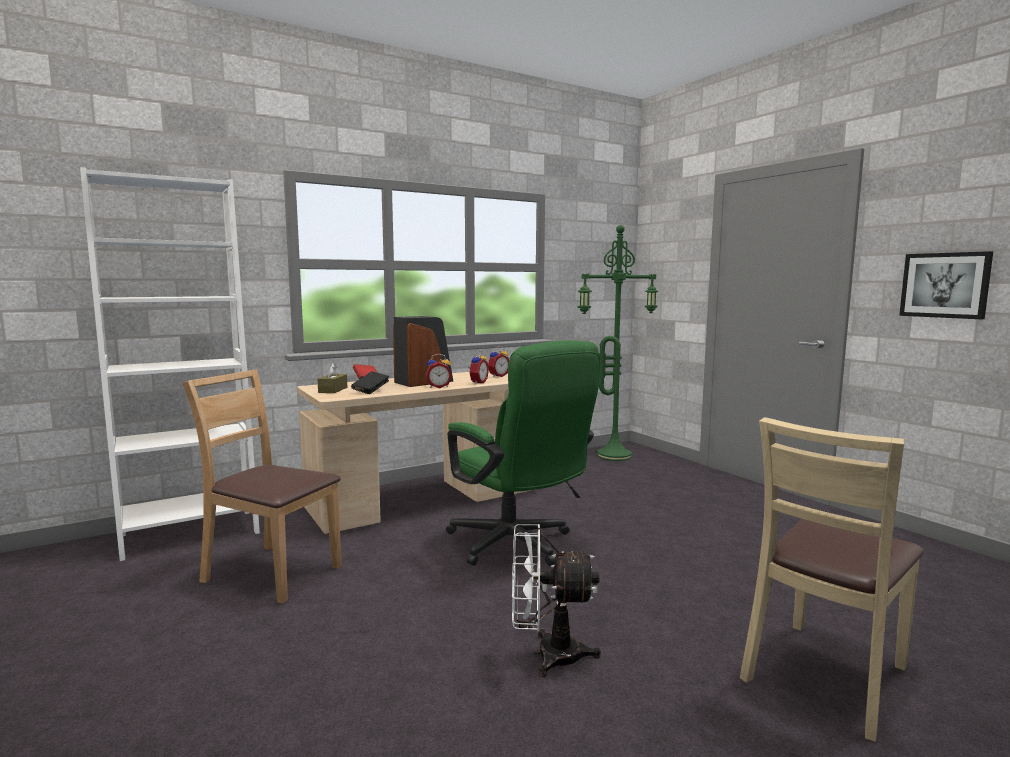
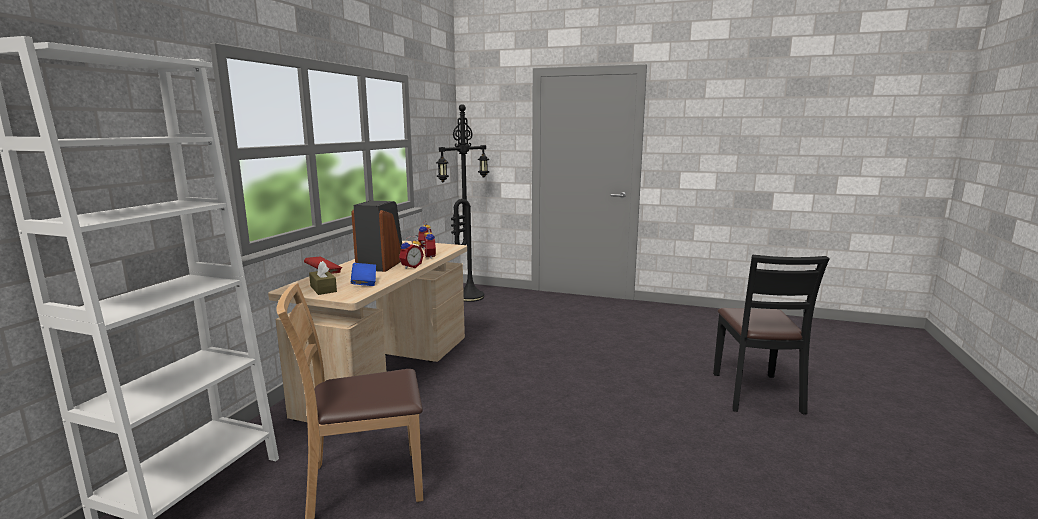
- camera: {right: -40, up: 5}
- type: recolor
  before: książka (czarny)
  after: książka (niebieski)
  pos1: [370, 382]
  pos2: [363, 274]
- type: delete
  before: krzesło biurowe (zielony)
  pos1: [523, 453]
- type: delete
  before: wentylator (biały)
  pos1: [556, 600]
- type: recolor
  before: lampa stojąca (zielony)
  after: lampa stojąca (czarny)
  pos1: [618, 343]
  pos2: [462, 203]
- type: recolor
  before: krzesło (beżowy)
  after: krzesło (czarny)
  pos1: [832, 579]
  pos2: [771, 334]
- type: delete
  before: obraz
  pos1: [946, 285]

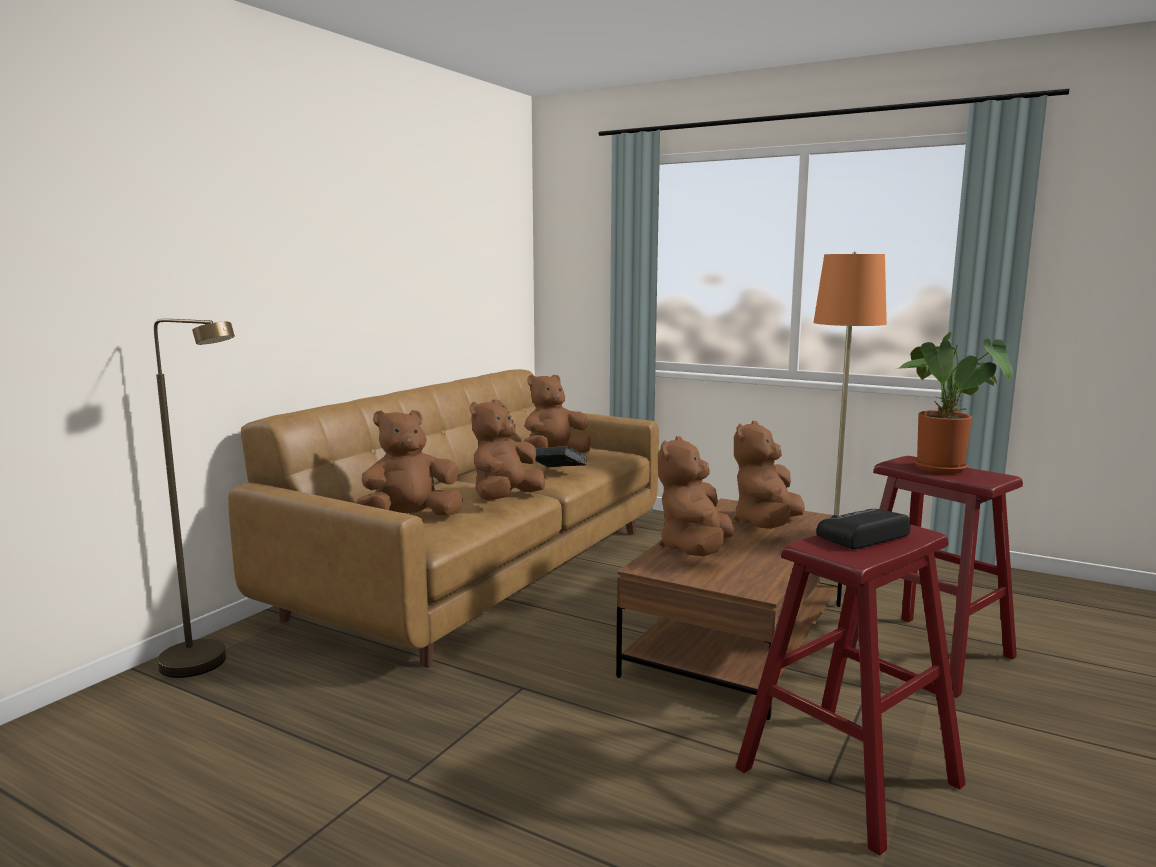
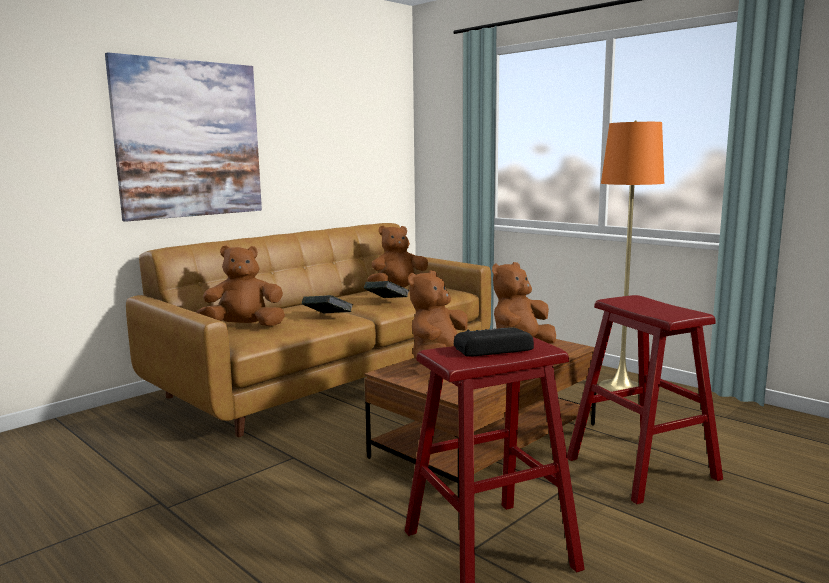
- camera: {right: 15, up: 0}
- type: delete
  before: lampa stojąca (brązowy)
  pos1: [194, 498]
- type: replace
  before: pluszak (brązowy)
  after: książka
  pos1: [507, 450]
  pos2: [327, 304]
- type: delete
  before: roślina doniczkowa
  pos1: [954, 403]
- type: insert
  after: obraz
  pos2: [183, 137]

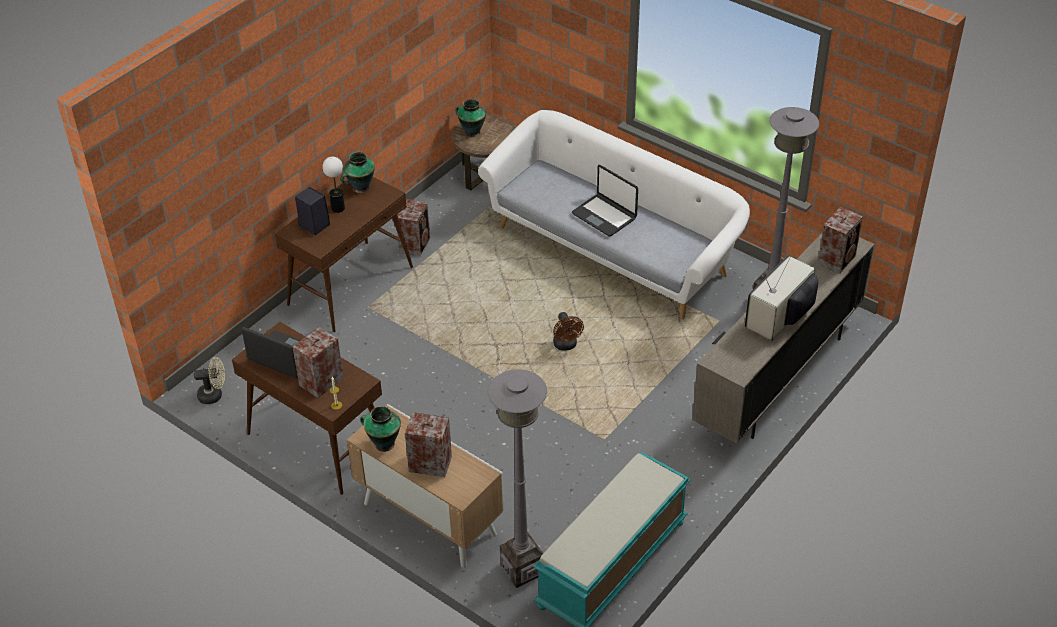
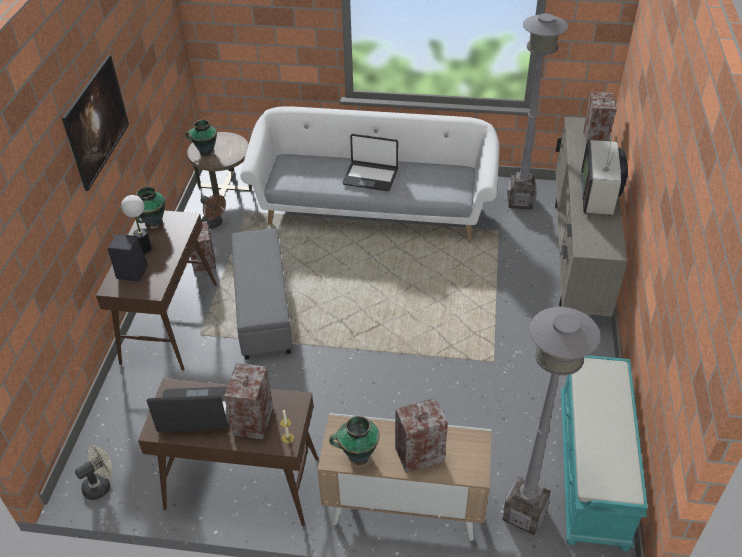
- camera: {right: -30, up: 0}
- type: move
  before: wentylator (brązowy)
  pos1: [568, 331]
  pos2: [213, 211]
- type: insert
  after: obraz
  pos2: [95, 122]
- type: insert
  after: pufa (szary)
  pos2: [261, 294]

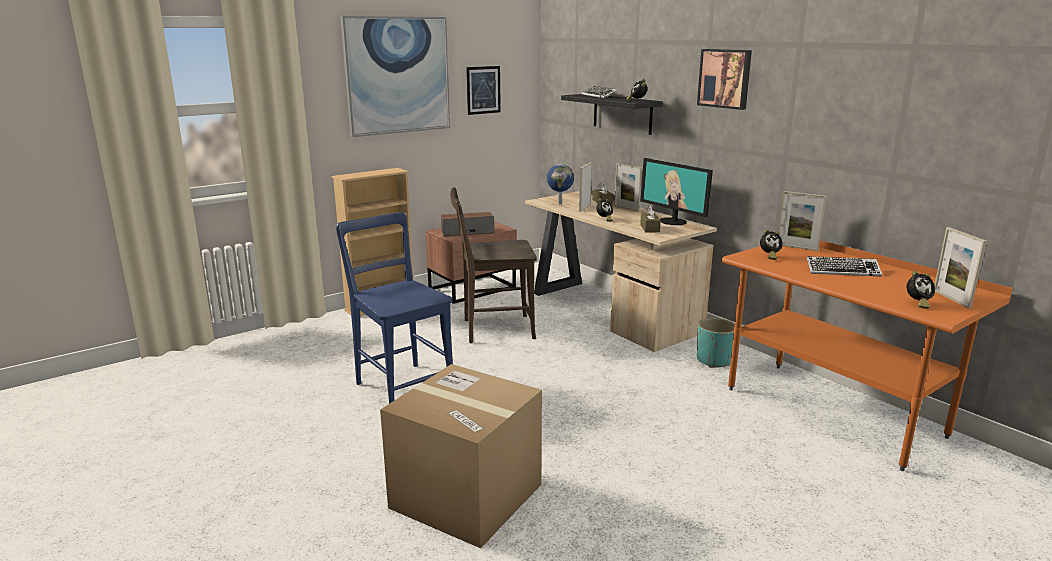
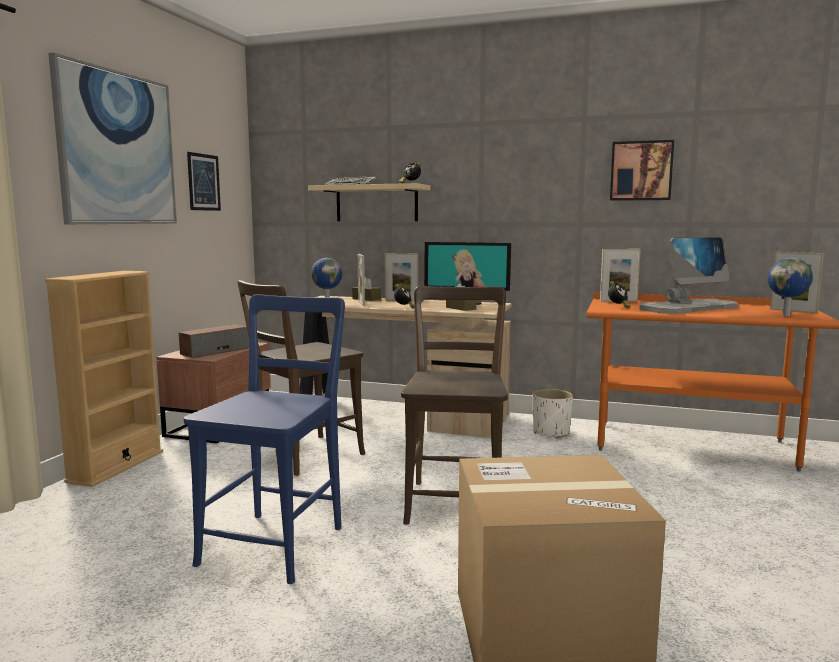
- camera: {right: -35, up: -10}
- type: rotate
  before: krzesło (niebieski)
  pos1: [394, 308]
  pos2: [264, 439]
  turn: 90
- type: recolor
  before: półka (czarny)
  after: półka (beżowy)
  pos1: [612, 114]
  pos2: [369, 202]
- type: move
  before: obraz
  pos1: [724, 79]
  pos2: [642, 170]
- type: recolor
  before: donica (turkusowy)
  after: donica (biały)
  pos1: [716, 343]
  pos2: [553, 413]
- type: replace
  before: klawiatura
  after: monitor
  pos1: [844, 266]
  pos2: [688, 275]
- type: replace
  before: budzik
  after: globus
  pos1: [921, 290]
  pos2: [790, 287]
- type: insert
  after: krzesło (brązowy)
  pos2: [454, 405]

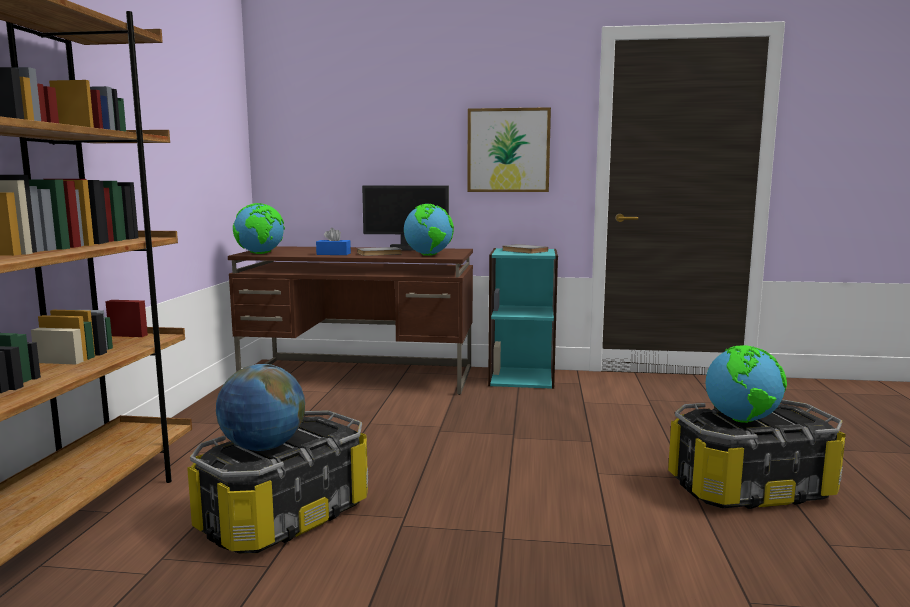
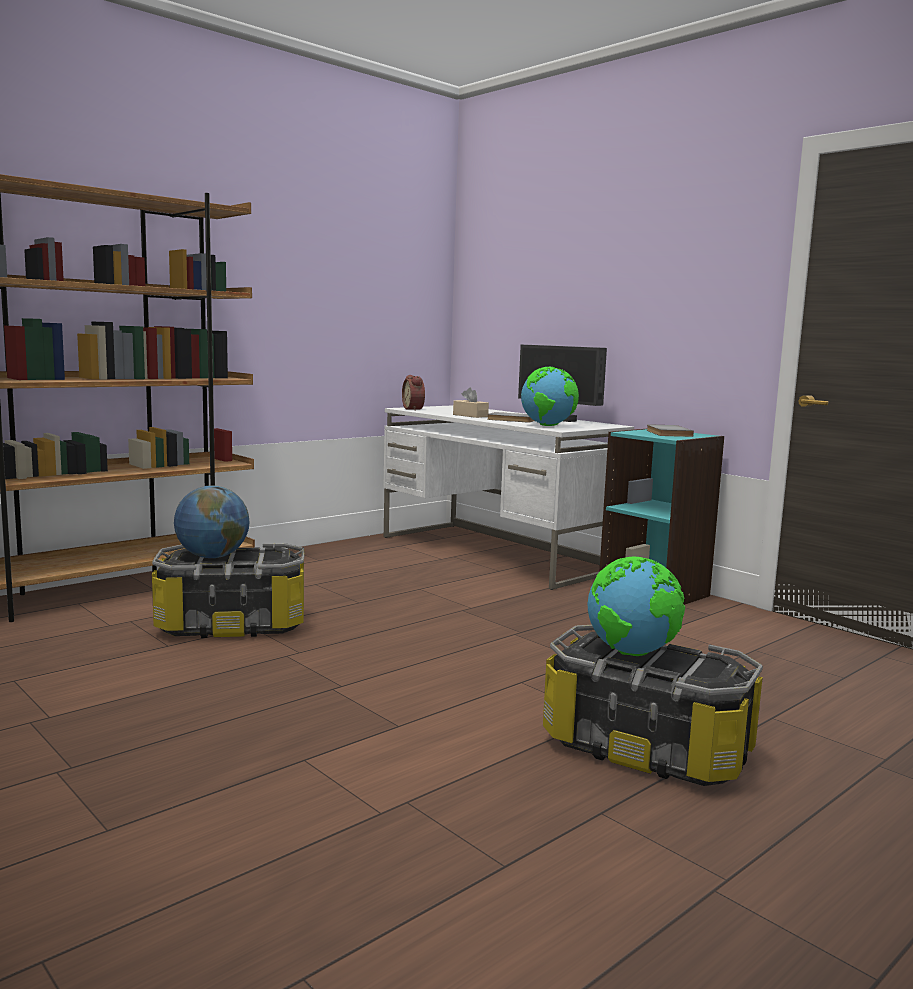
- camera: {right: 40, up: 0}
- type: recolor
  before: biurko (brązowy)
  after: biurko (biały)
  pos1: [350, 320]
  pos2: [508, 497]
- type: replace
  before: globus
  after: budzik
  pos1: [259, 228]
  pos2: [413, 393]
- type: recolor
  before: pudełko chusteczek (niebieski)
  after: pudełko chusteczek (beżowy)
  pos1: [333, 241]
  pos2: [471, 402]
- type: delete
  before: obraz
  pos1: [509, 149]

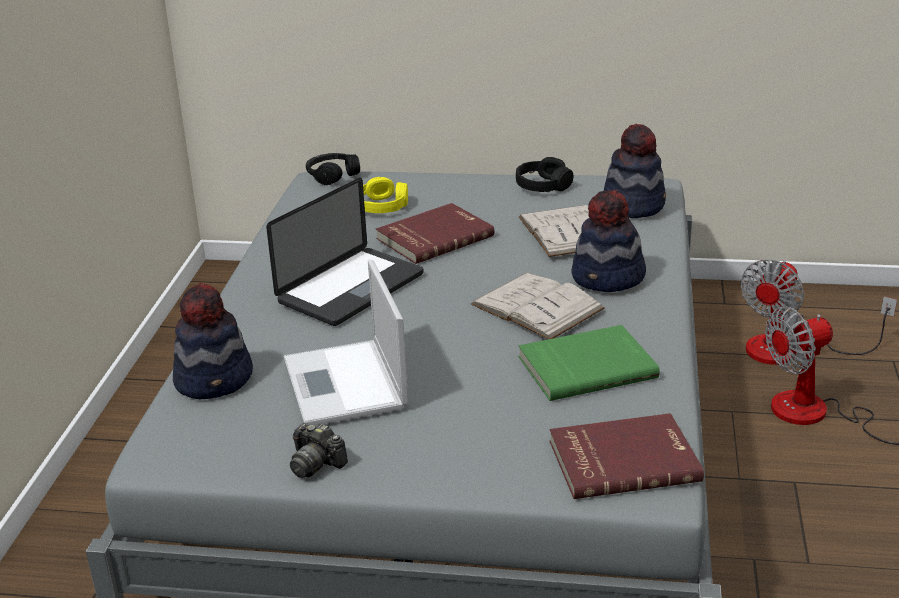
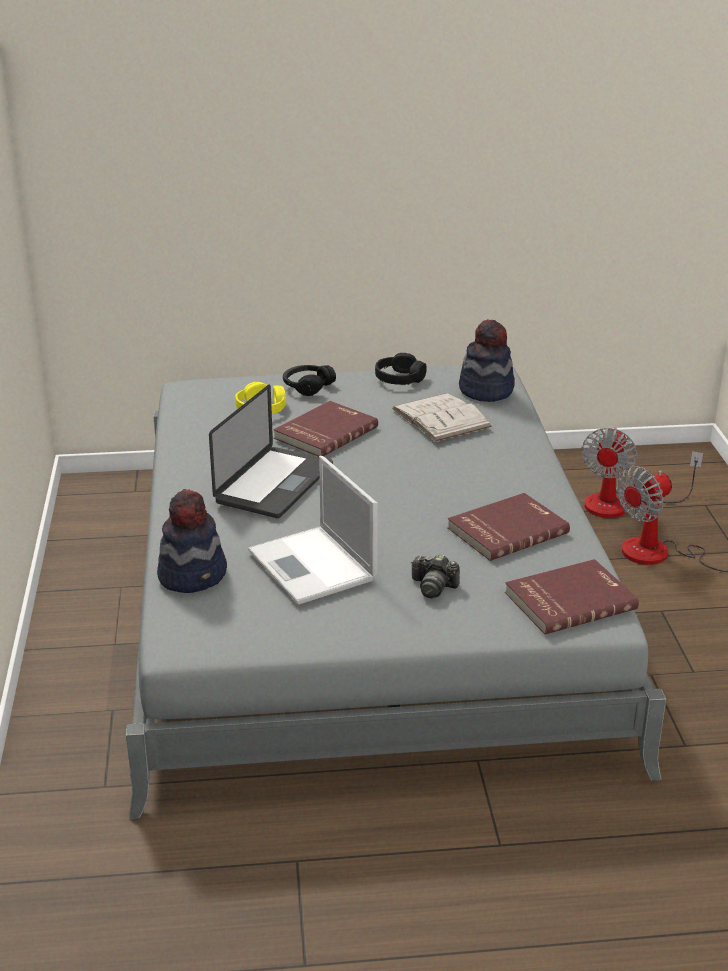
- camera: {right: -15, up: 0}
- type: move
  before: aparat fotograficzny
  pos1: [319, 450]
  pos2: [435, 576]
- type: move
  before: słuchawki (czarny)
  pos1: [333, 169]
  pos2: [309, 380]
- type: delete
  before: książka (biały)
  pos1: [538, 306]
- type: recolor
  before: książka (zielony)
  after: książka (czerwony)
  pos1: [589, 363]
  pos2: [508, 527]
- type: delete
  before: kapelusz
  pos1: [609, 241]

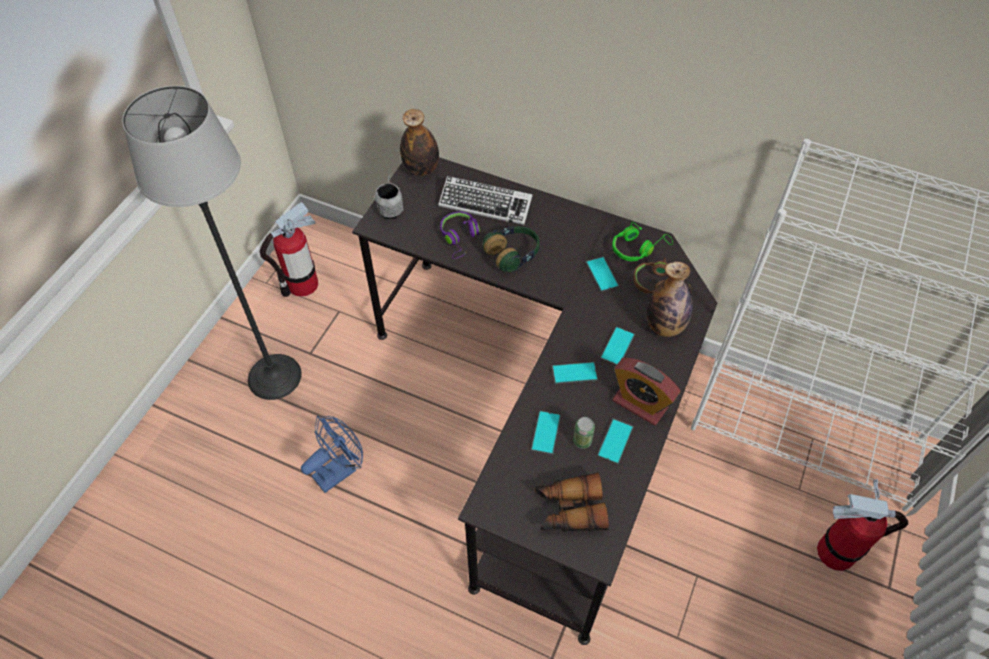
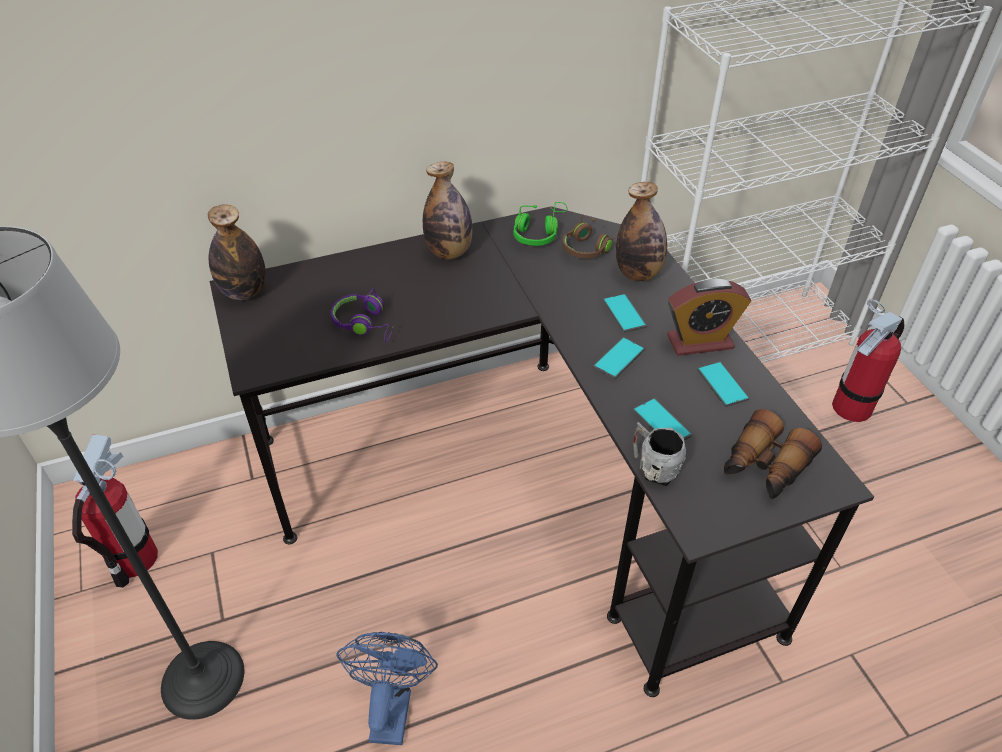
- camera: {right: -45, up: -10}
- type: move
  before: kubek (szary)
  pos1: [389, 197]
  pos2: [659, 454]
- type: delete
  before: klawiatura
  pos1: [485, 200]
- type: delete
  before: słuchawki
  pos1: [511, 249]
- type: delete
  before: puszka
  pos1: [584, 433]
- type: delete
  before: telefon
  pos1: [602, 274]
- type: insert
  after: butelka
  pos2: [447, 210]

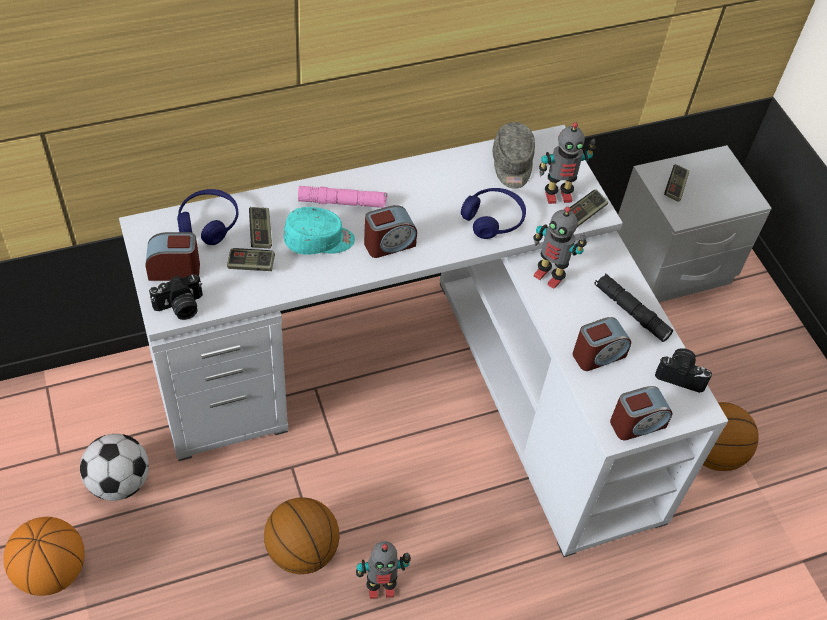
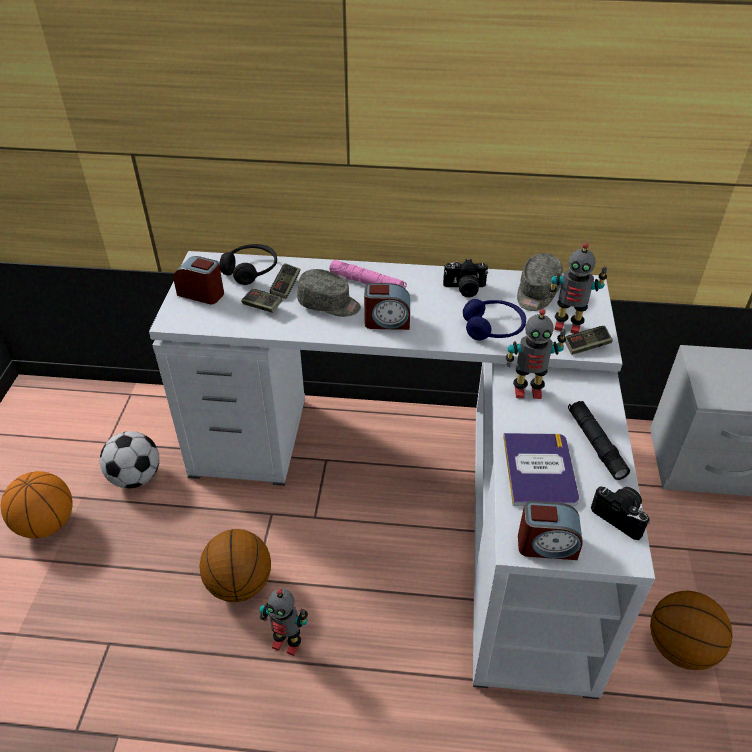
- camera: {right: 30, up: -10}
- type: move
  before: aparat fotograficzny
  pos1: [176, 297]
  pos2: [465, 278]
- type: recolor
  before: słuchawki (niebieski)
  after: słuchawki (czarny)
  pos1: [207, 217]
  pos2: [248, 264]
- type: recolor
  before: czapka z daszkiem (turkusowy)
  after: czapka z daszkiem (szary)
  pos1: [319, 231]
  pos2: [329, 293]
- type: rotate
  before: robot zabawkowy
  pos1: [560, 248]
  pos2: [536, 354]
  turn: -60
- type: replace
  before: budzik
  after: książka
  pos1: [602, 344]
  pos2: [541, 470]
- type: delete
  before: pad do gier
  pos1: [676, 183]

